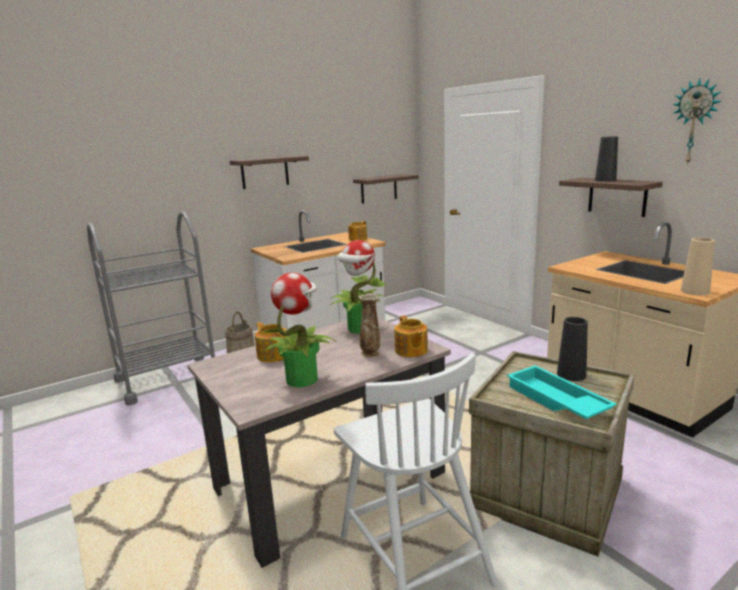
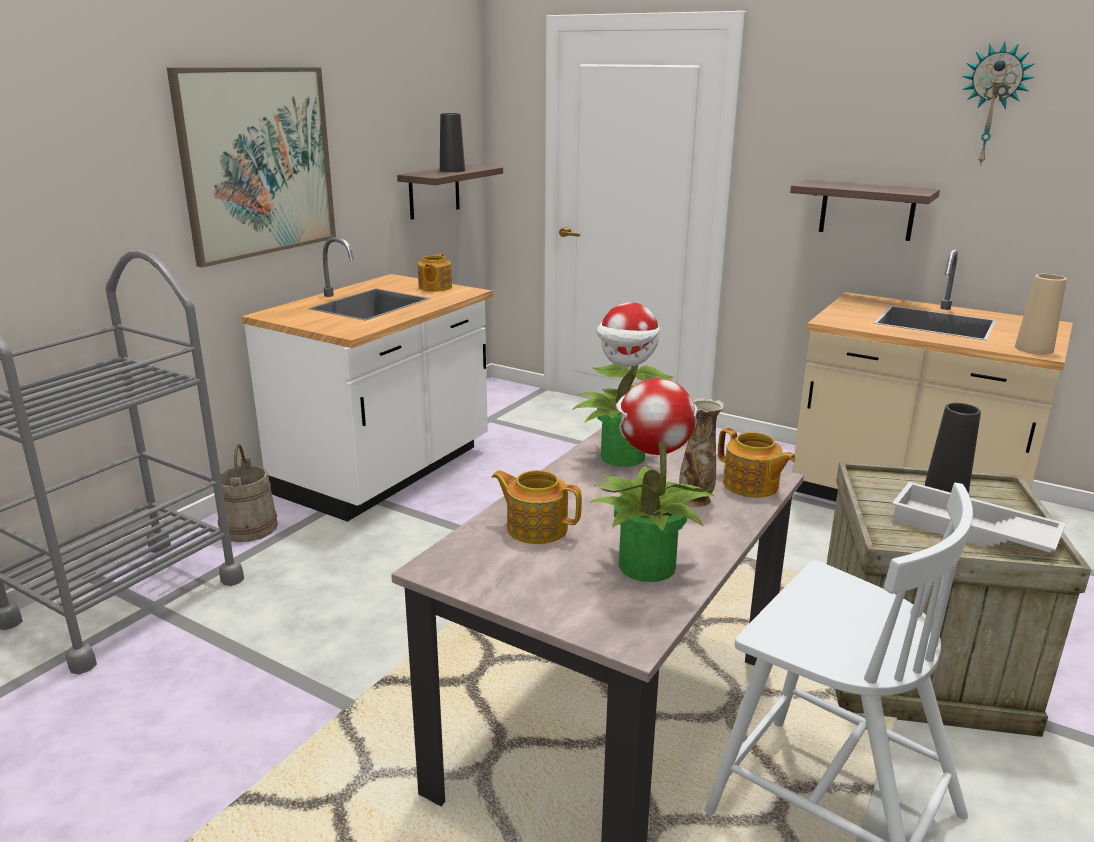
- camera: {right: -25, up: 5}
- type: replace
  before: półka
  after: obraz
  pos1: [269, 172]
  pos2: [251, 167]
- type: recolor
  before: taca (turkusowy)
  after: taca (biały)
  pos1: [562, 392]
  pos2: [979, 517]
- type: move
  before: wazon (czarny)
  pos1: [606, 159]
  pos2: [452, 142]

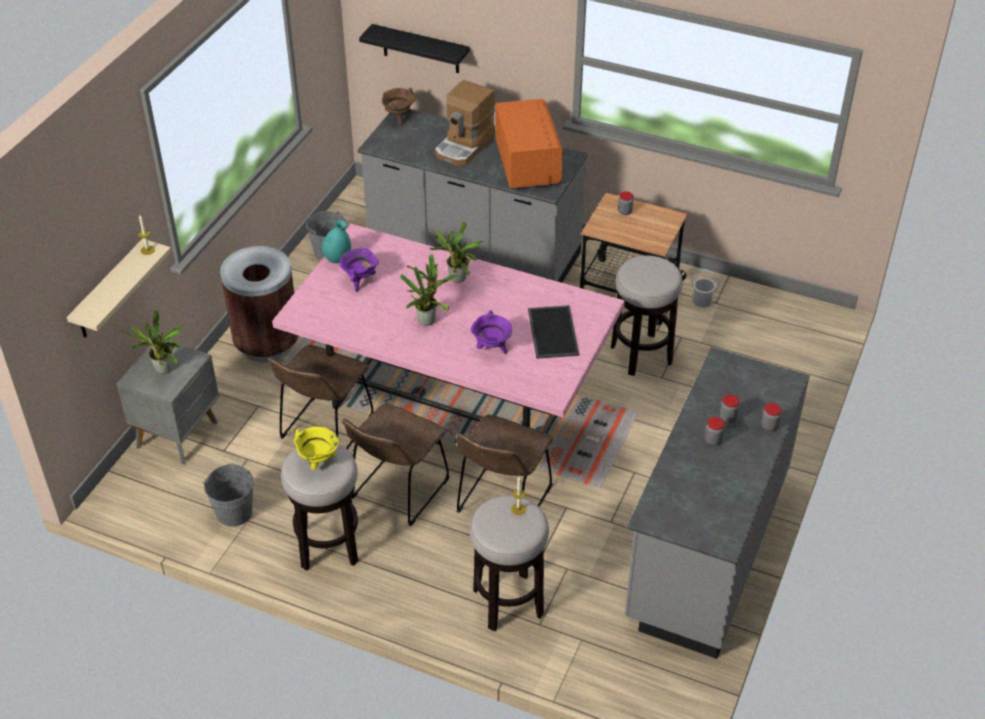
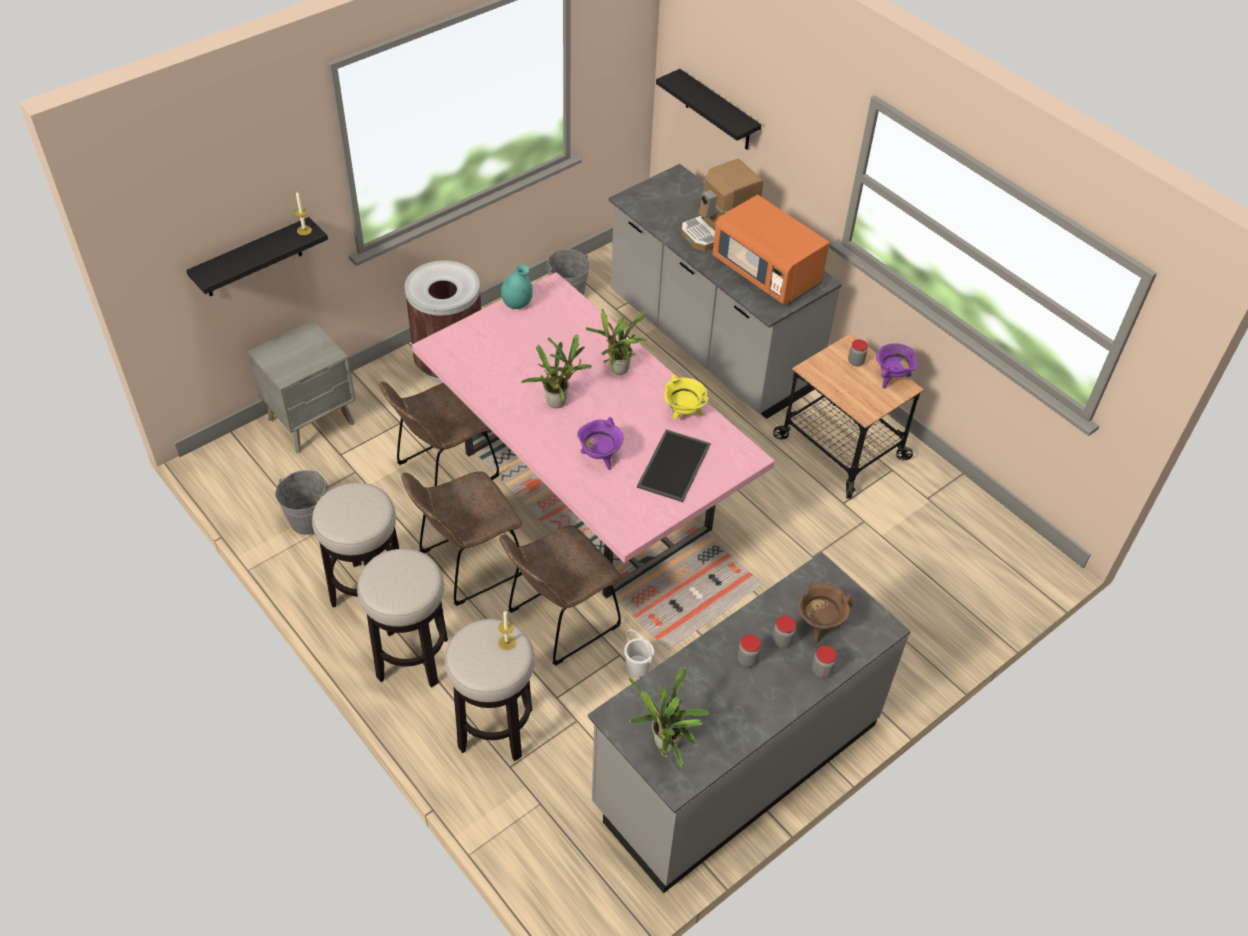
- camera: {right: 25, up: 5}
- type: recolor
  before: półka (beżowy)
  after: półka (czarny)
  pos1: [119, 288]
  pos2: [257, 256]
- type: move
  before: roślina doniczkowa
  pos1: [152, 342]
  pos2: [669, 718]
- type: move
  before: garnek (żółty)
  pos1: [316, 448]
  pos2: [686, 396]
- type: move
  before: garnek (fioletowy)
  pos1: [359, 270]
  pos2: [897, 366]
- type: move
  before: garnek (brązowy)
  pos1: [398, 107]
  pos2: [825, 613]
- type: rotate
  before: mikrofalówka (pomarańczowy)
  pos1: [529, 144]
  pos2: [770, 249]
  turn: 120
- type: move
  before: stołek
  pos1: [647, 316]
  pos2: [402, 618]
- type: move
  before: wiadro (biały)
  pos1: [705, 288]
  pos2: [639, 653]

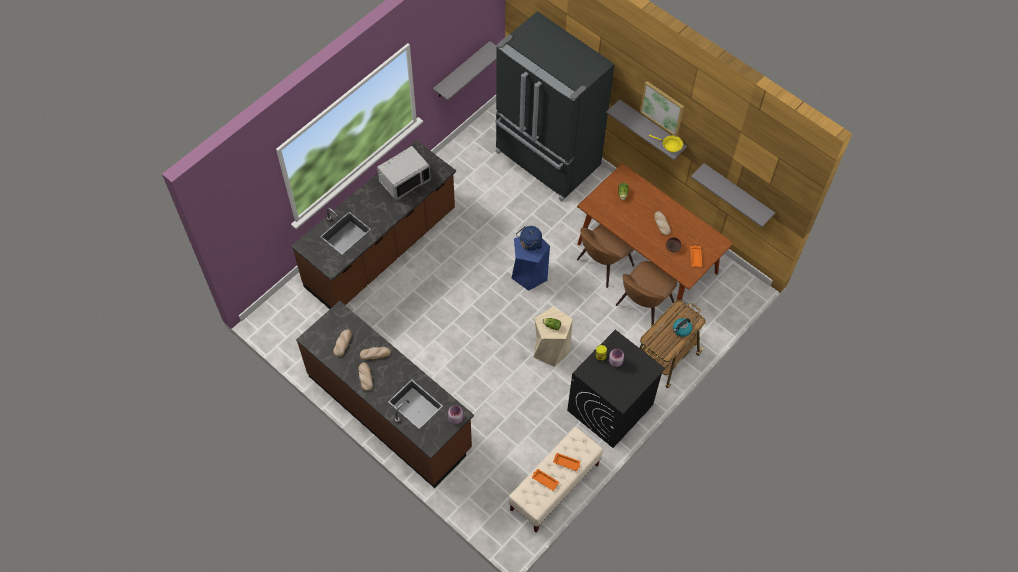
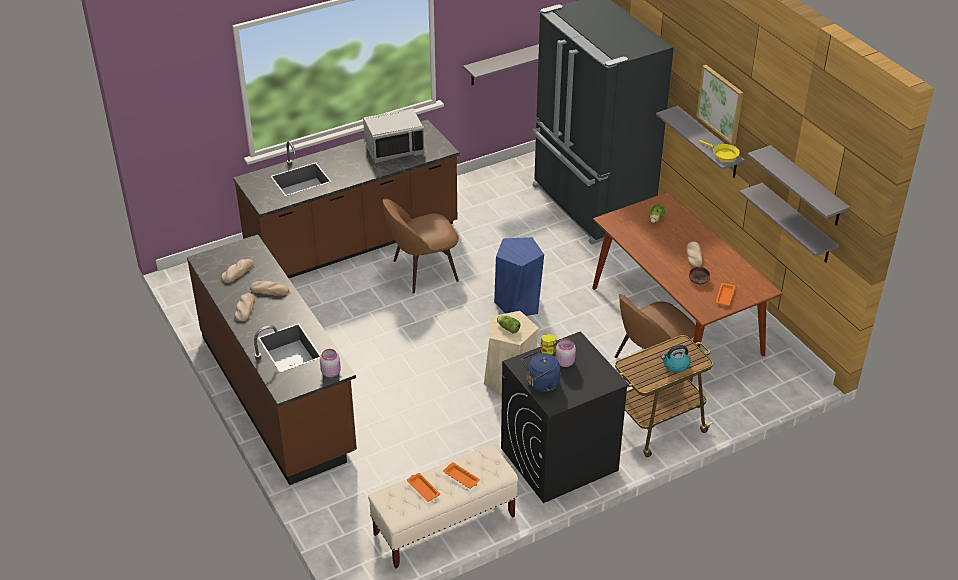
- camera: {right: 20, up: -20}
- type: move
  before: czajnik (niebieski)
  pos1: [529, 238]
  pos2: [541, 371]
- type: move
  before: krzesło (brązowy)
  pos1: [605, 256]
  pos2: [421, 246]
- type: insert
  after: półka (szary)
  pos2: [798, 185]

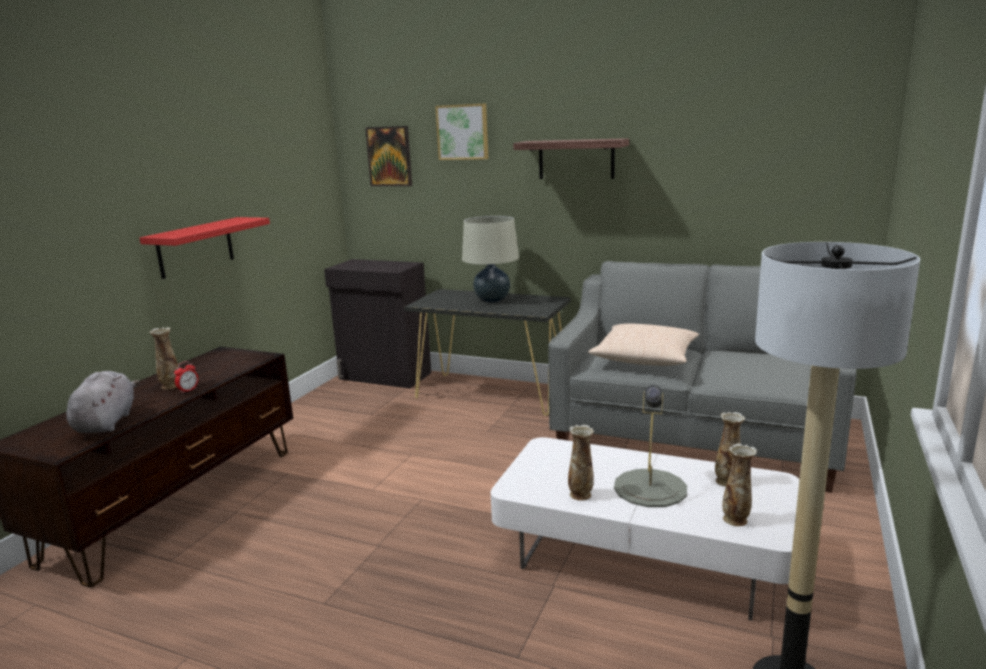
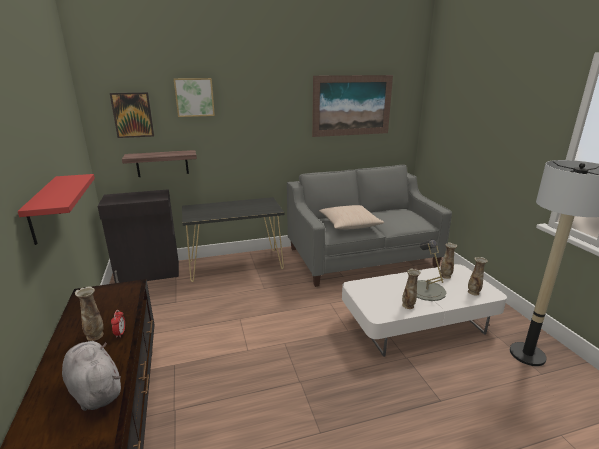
- camera: {right: -40, up: 5}
- type: delete
  before: lampa stołowa (beżowy)
  pos1: [490, 259]
- type: move
  before: półka
  pos1: [571, 158]
  pos2: [159, 163]
- type: insert
  after: obraz
  pos2: [352, 106]

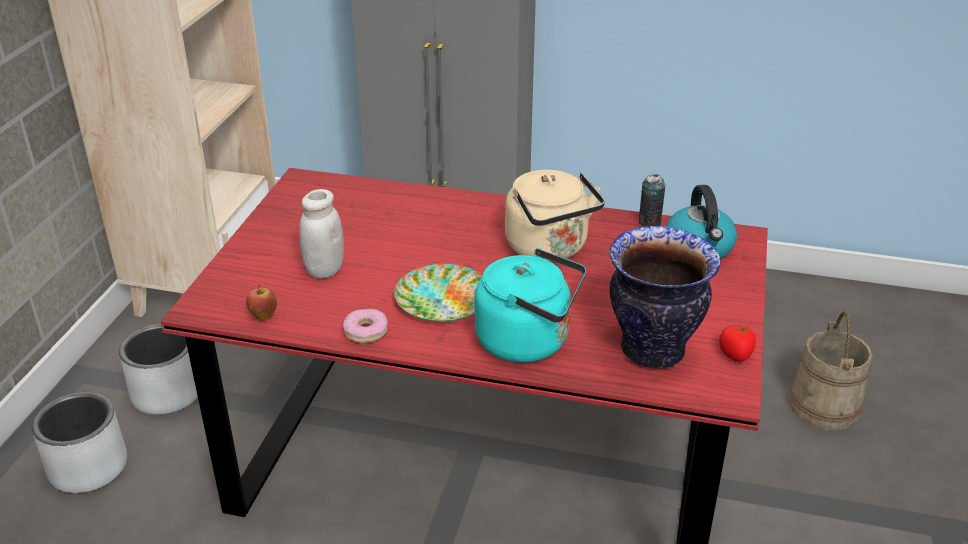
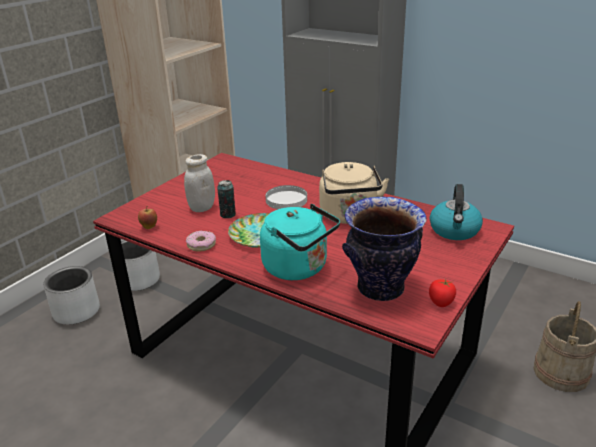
- camera: {right: 20, up: -5}
- type: move
  before: puszka
  pos1: [652, 200]
  pos2: [226, 199]
- type: insert
  after: talerz (biały)
  pos2: [286, 197]

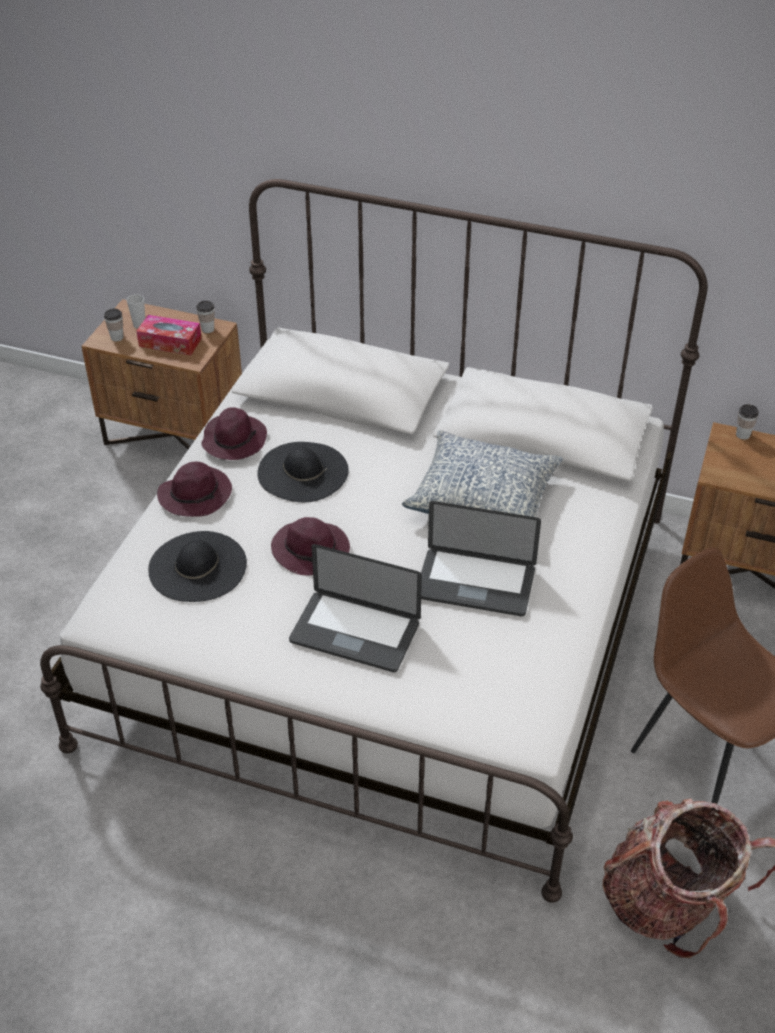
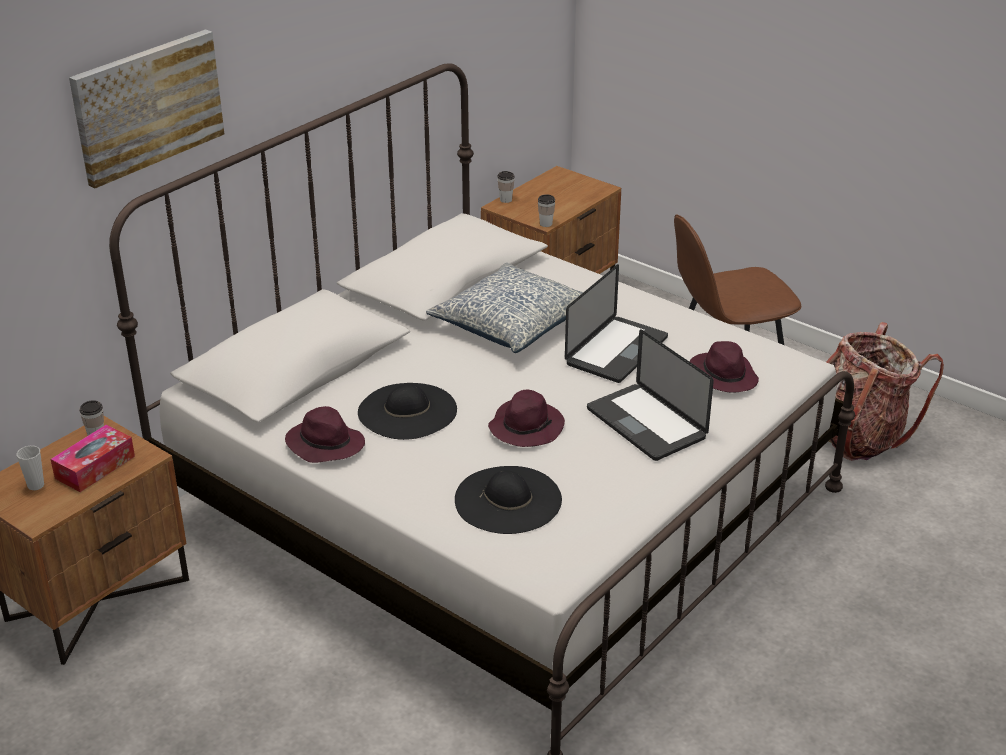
- camera: {right: -70, up: -10}
- type: move
  before: filiżanka
  pos1: [114, 325]
  pos2: [546, 210]
- type: move
  before: kapelusz (fioletowy)
  pos1: [194, 489]
  pos2: [724, 366]
- type: rotate
  before: laptop
  pos1: [355, 608]
  pos2: [650, 395]
  turn: 105
- type: insert
  after: obraz
  pos2: [146, 109]

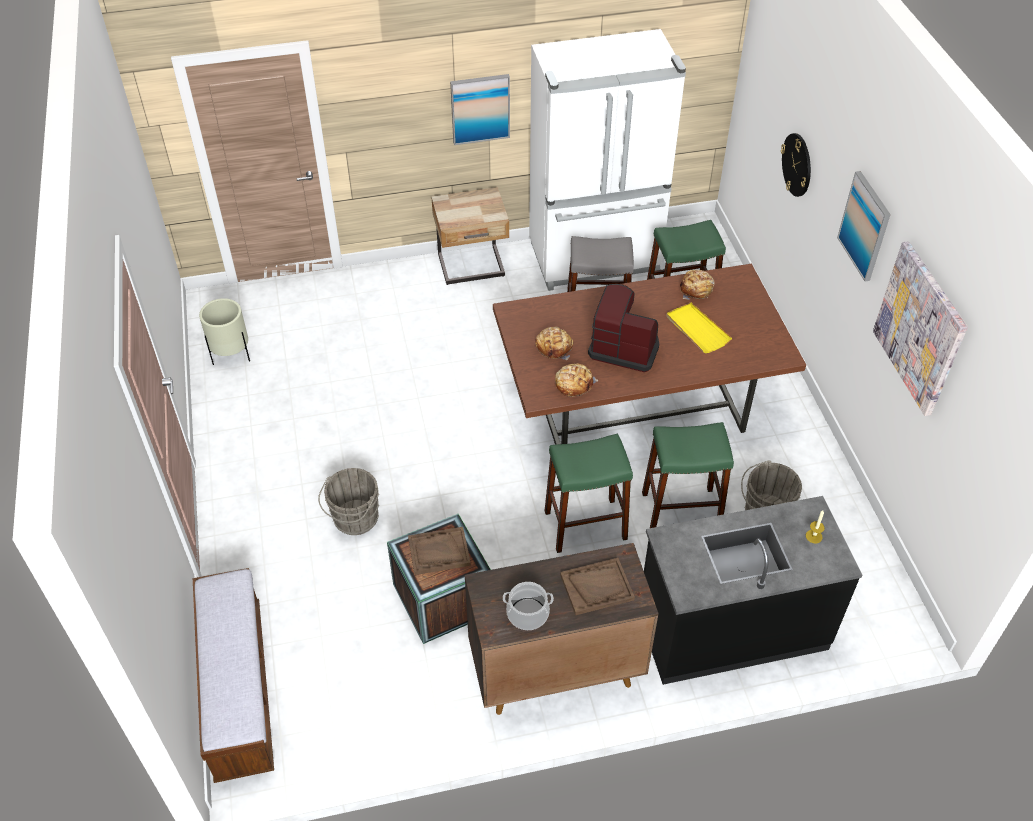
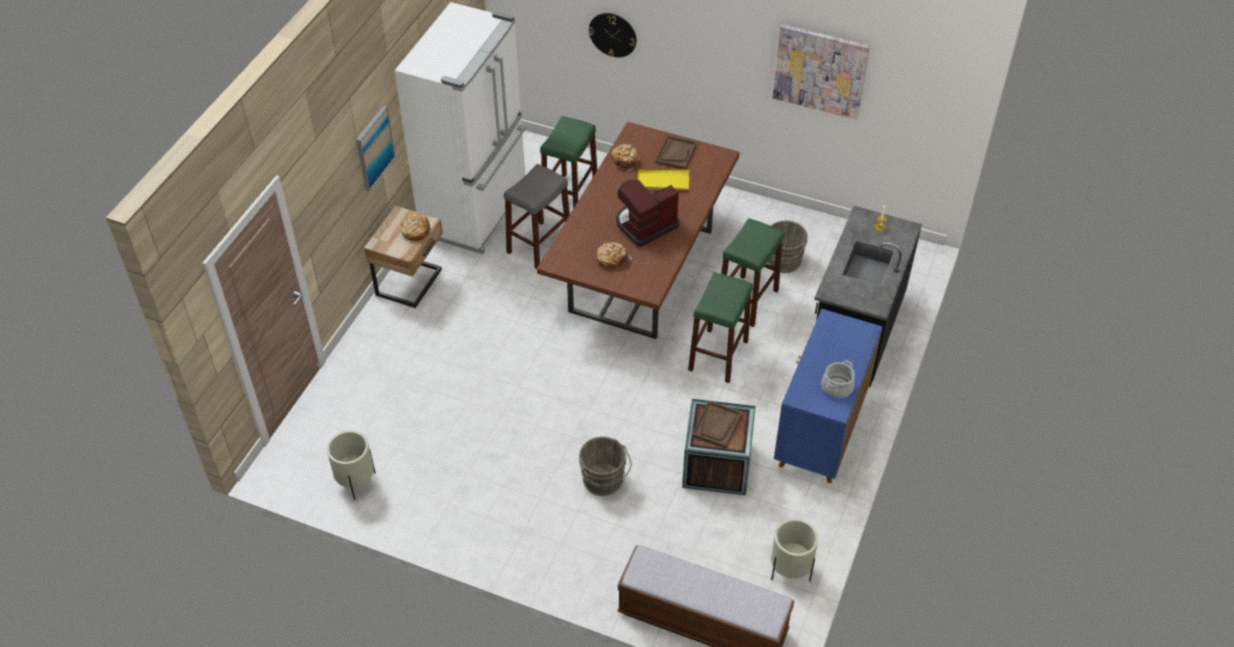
- camera: {right: -55, up: 0}
- type: recolor
  before: szafka (brązowy)
  after: szafka (niebieski)
  pos1: [562, 629]
  pos2: [828, 396]
- type: move
  before: chleb
  pos1: [576, 380]
  pos2: [415, 227]
- type: move
  before: taca (brązowy)
  pos1: [597, 587]
  pos2: [676, 152]
- type: delete
  before: obraz
  pos1: [864, 226]
- type: insert
  after: donica (beżowy)
  pos2: [794, 550]

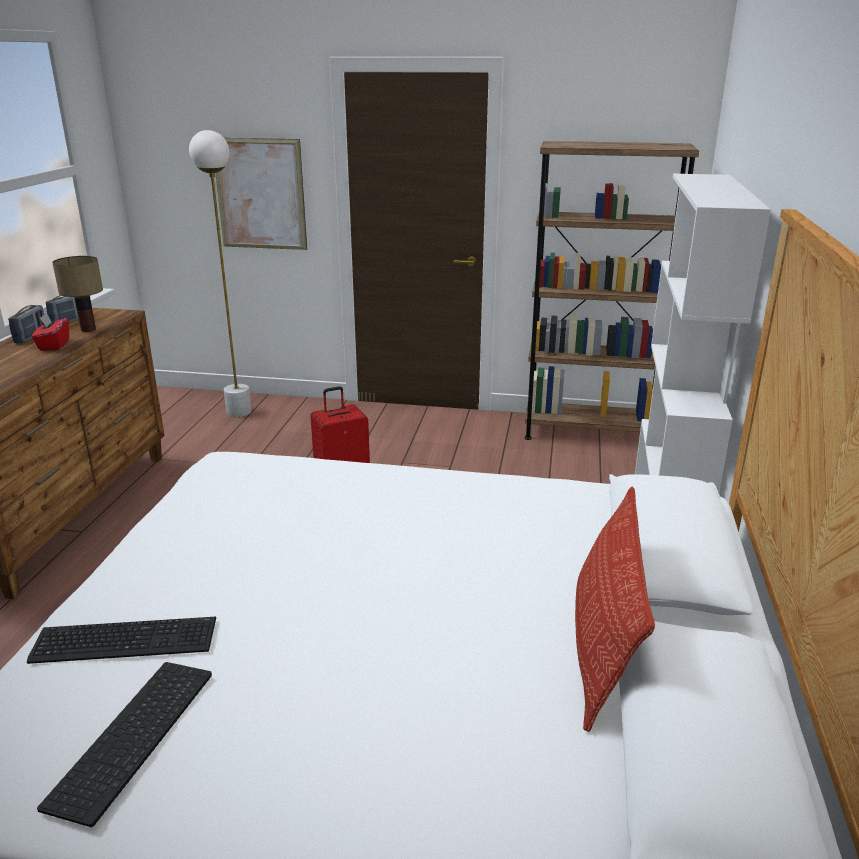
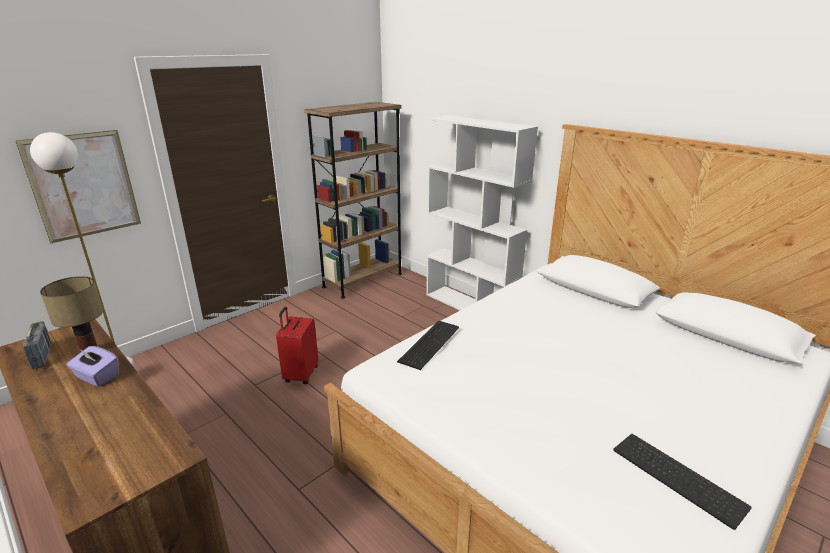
- camera: {right: -55, up: 0}
- type: delete
  before: radio
  pos1: [26, 324]
- type: move
  before: klawiatura
  pos1: [121, 640]
  pos2: [428, 345]
- type: recolor
  before: pudełko chusteczek (czerwony)
  after: pudełko chusteczek (fioletowy)
  pos1: [50, 331]
  pos2: [93, 366]
- type: delete
  before: poduszka
  pos1: [615, 609]

